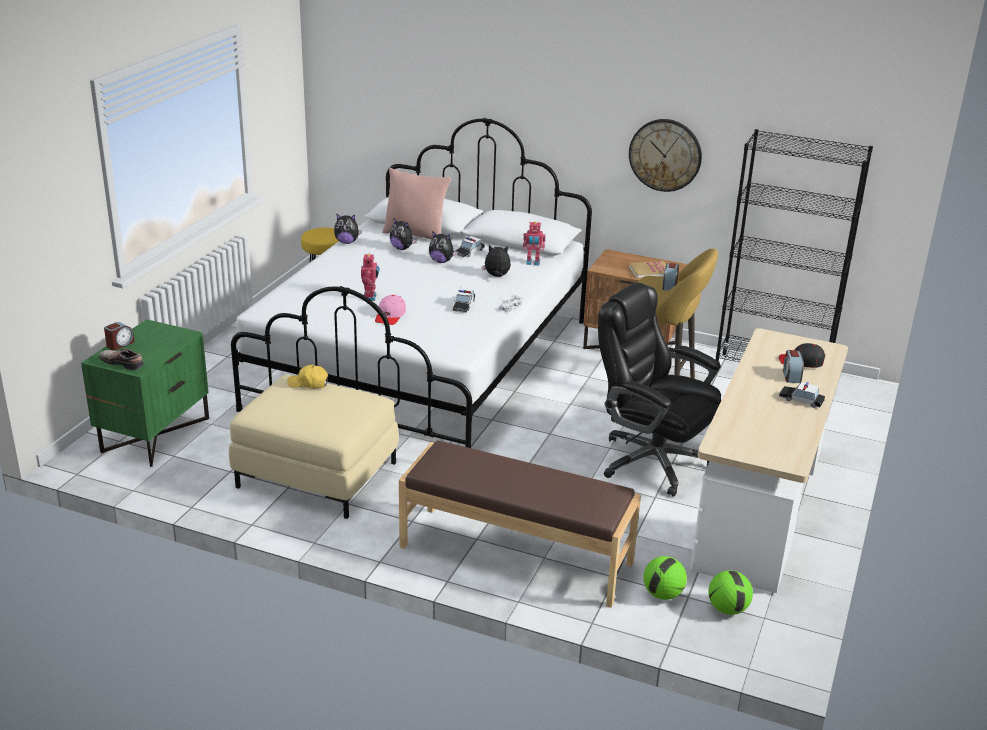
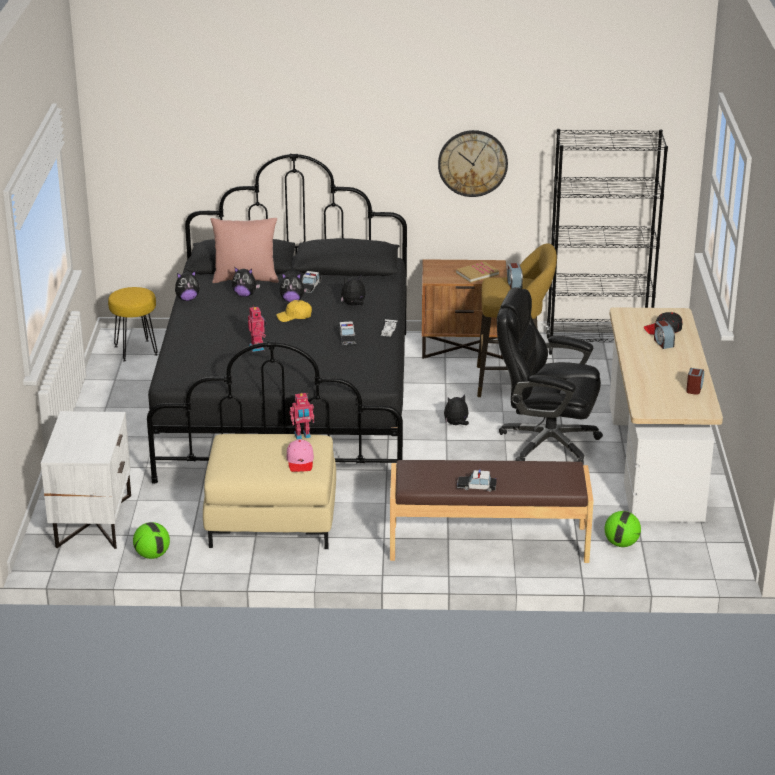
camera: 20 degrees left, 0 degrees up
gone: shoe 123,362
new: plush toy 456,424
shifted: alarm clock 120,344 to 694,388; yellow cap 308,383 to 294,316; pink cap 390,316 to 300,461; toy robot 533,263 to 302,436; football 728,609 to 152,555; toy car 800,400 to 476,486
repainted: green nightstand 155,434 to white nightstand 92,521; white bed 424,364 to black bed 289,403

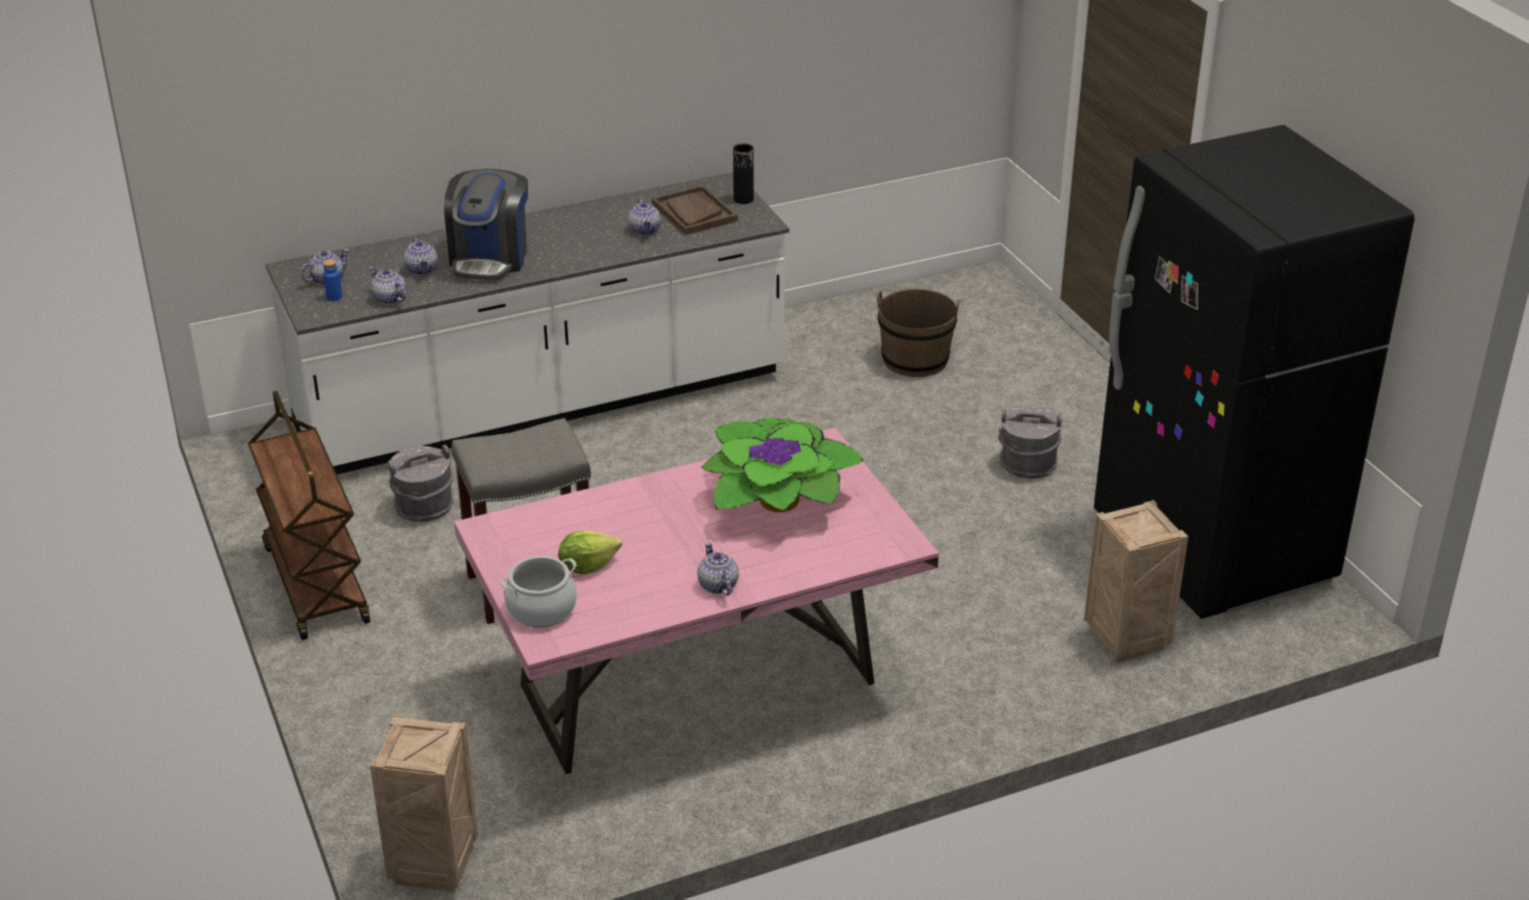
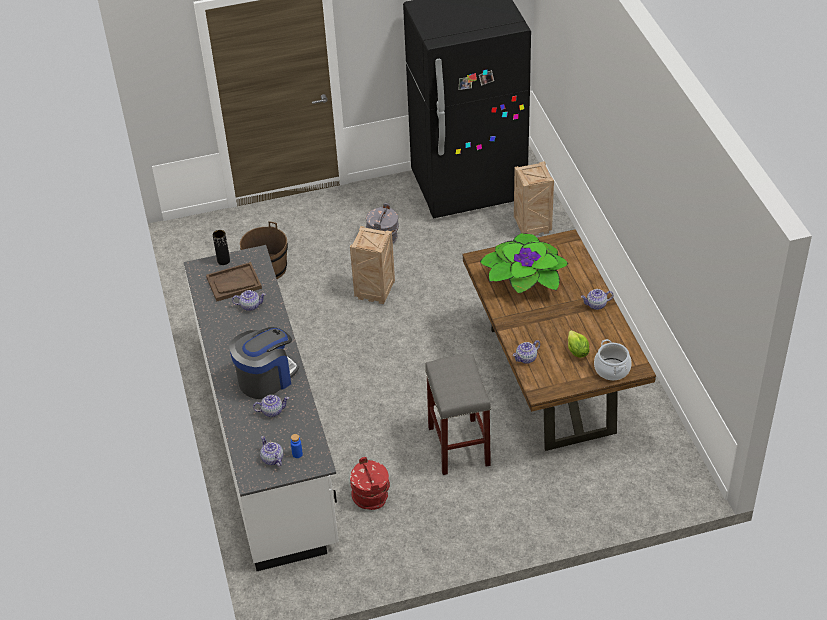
camera: 80 degrees left, 10 degrees up
gone: brown cart 315,584
shifted: teapot 389,299 to 526,358; crate 433,863 to 374,292
repainted: grey bucket 424,507 to red bucket 371,496; pink dining table 699,684 to brown dining table 550,379
rotated: coffee machine 490,258 = 266,378 60 degrees counterclockwise

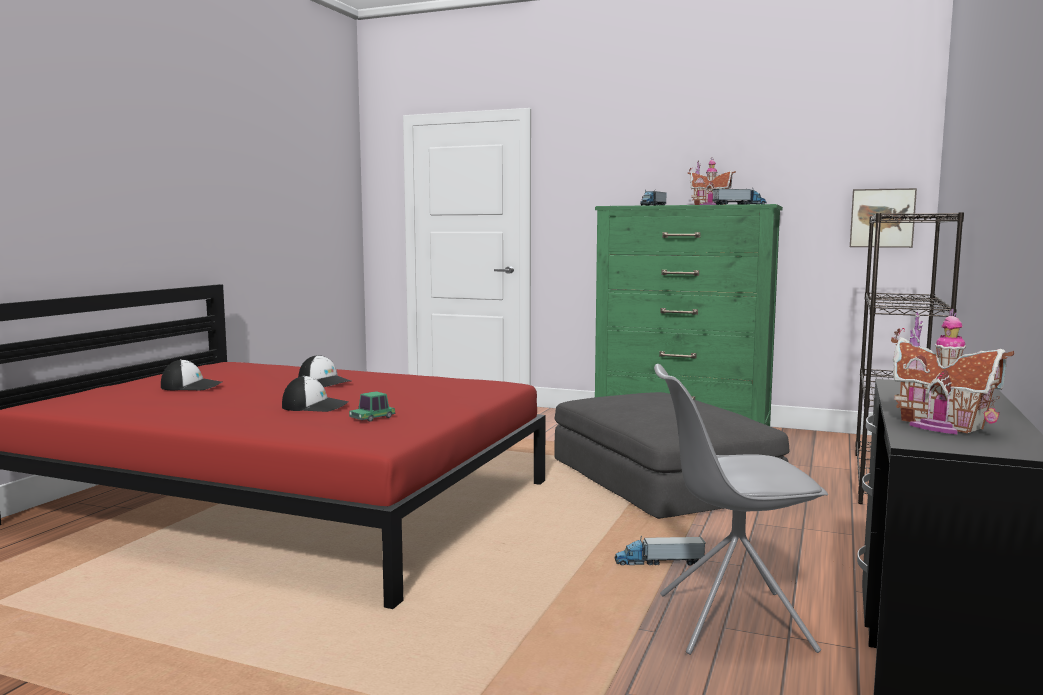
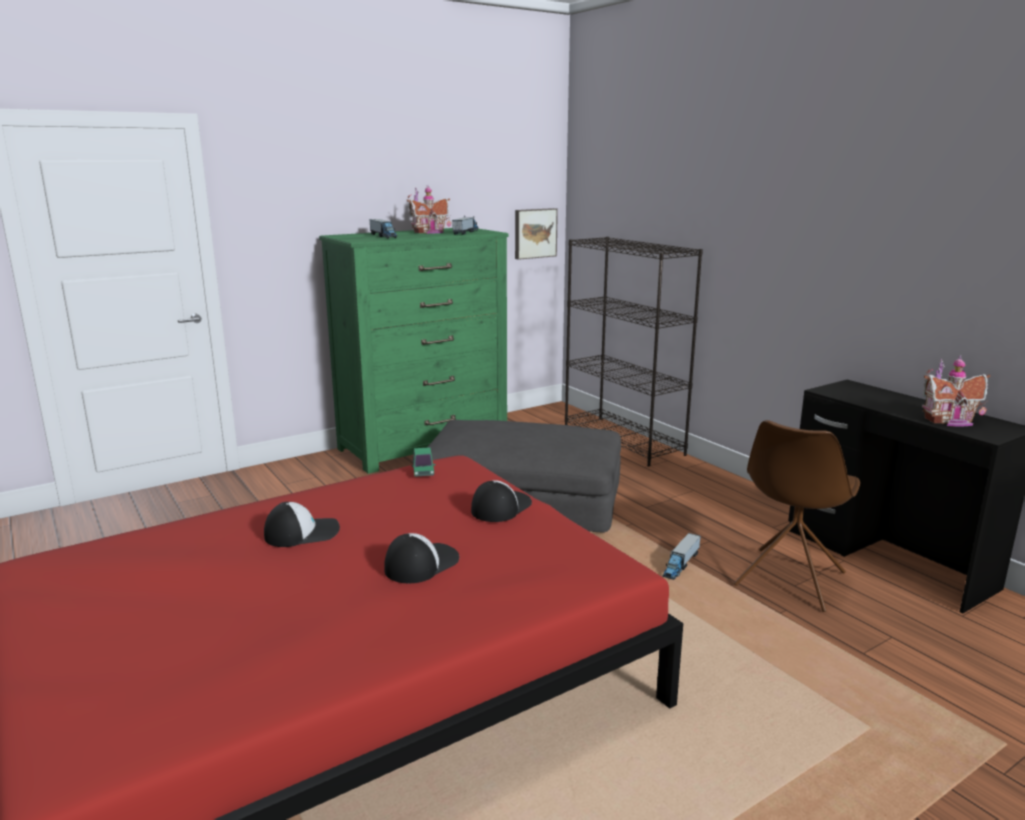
camera: 55 degrees left, 10 degrees up
shifted: cap 192,386 to 500,507; toy car 372,418 to 423,471
repainted: grey chair 730,622 to brown chair 789,580

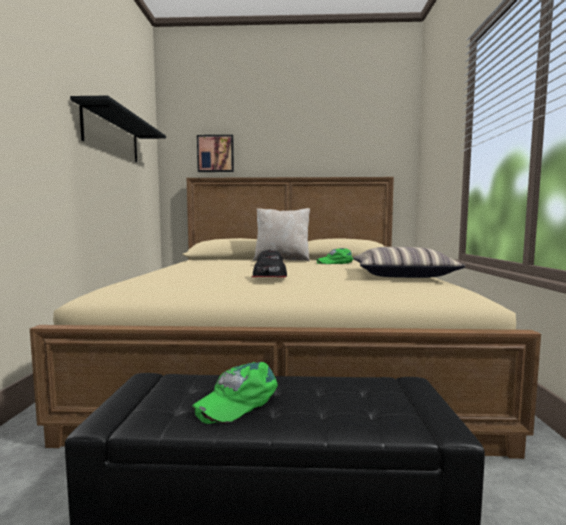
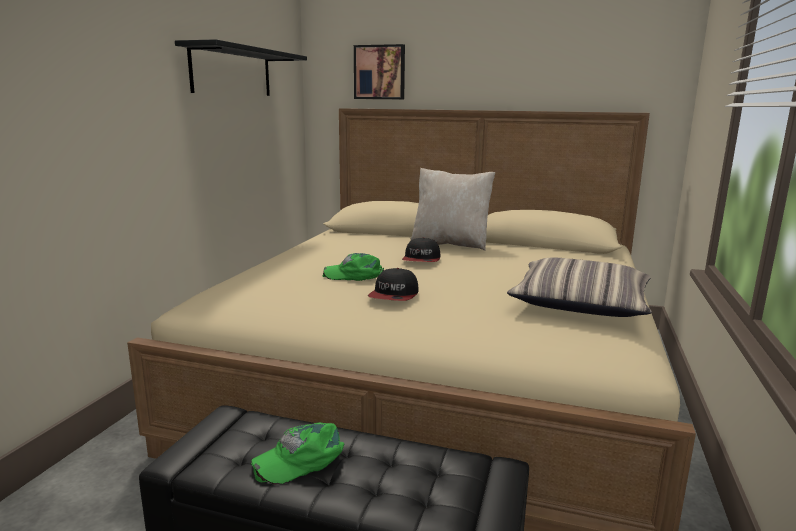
camera: 15 degrees right, 10 degrees up
shifted: green cap 335,262 to 354,275

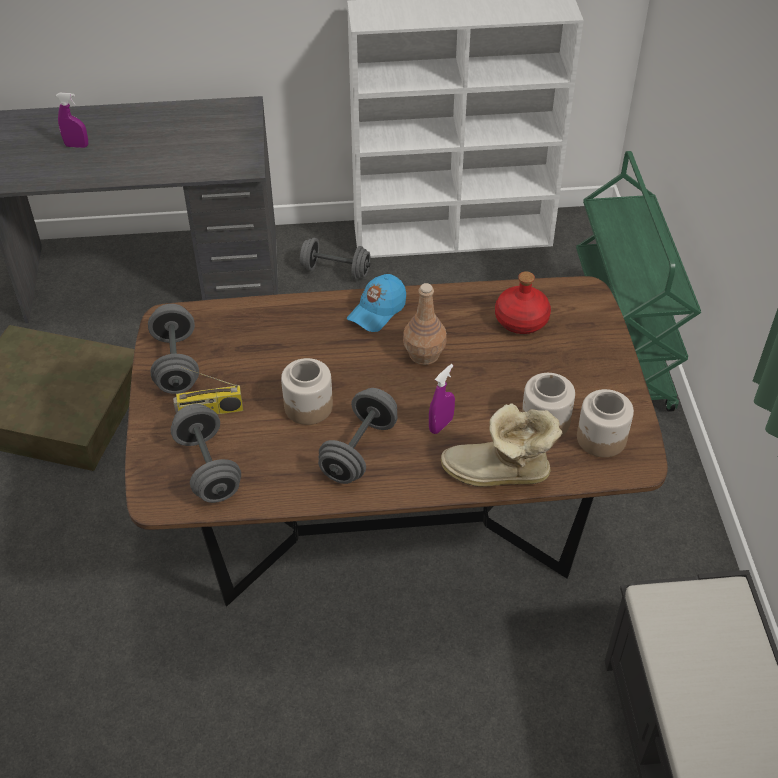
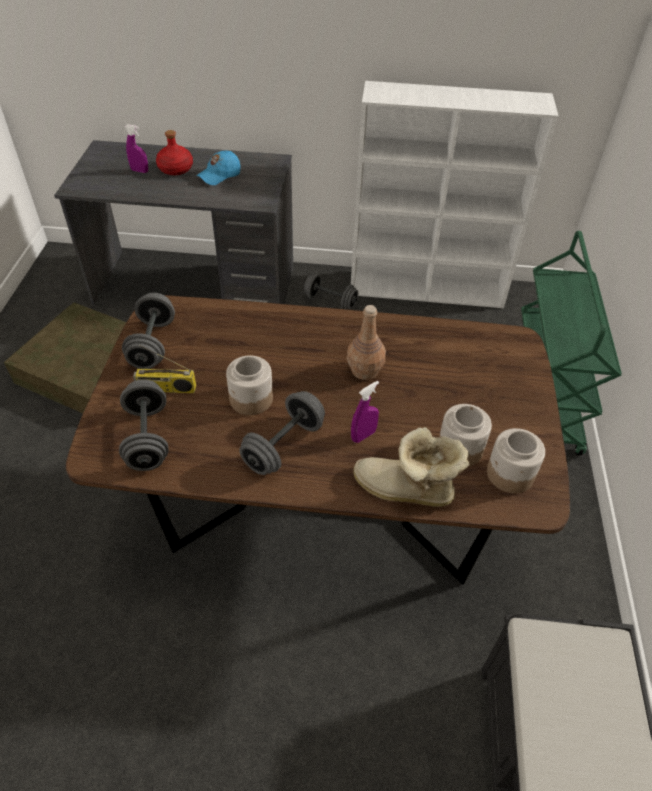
camera: 10 degrees right, 0 degrees up
shifted: blue cap 377,311 to 219,175; red bottle 521,319 to 176,169

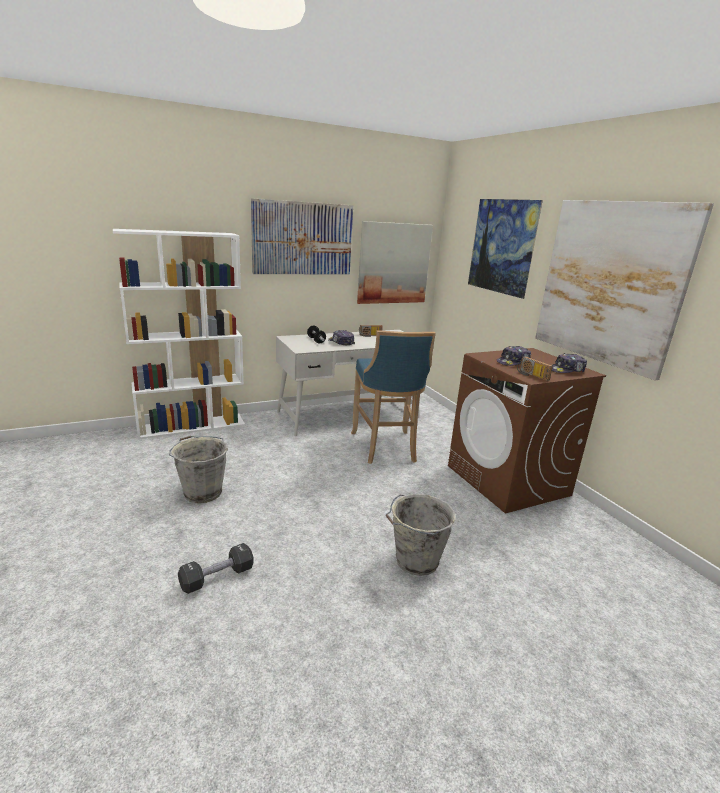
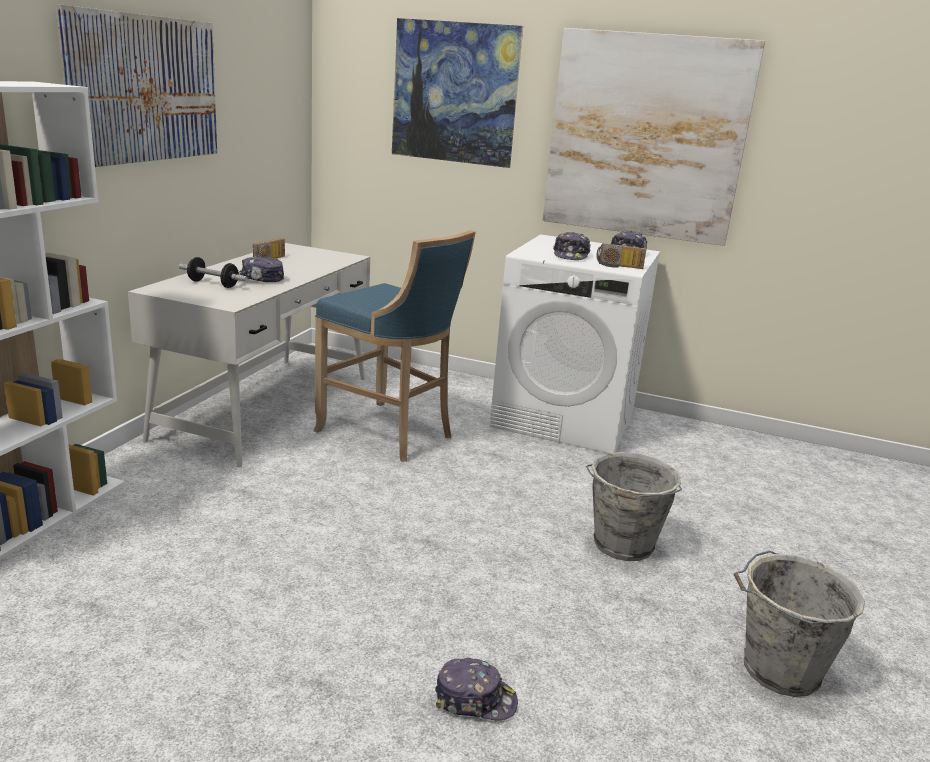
camera: 45 degrees left, 0 degrees up
gone: picture 393,263
shifted: grey bucket 202,492 to 777,670
swapped: black dumbbell 217,577 to cap 475,699
repainted: brown washing machine 508,480 to white washing machine 565,419

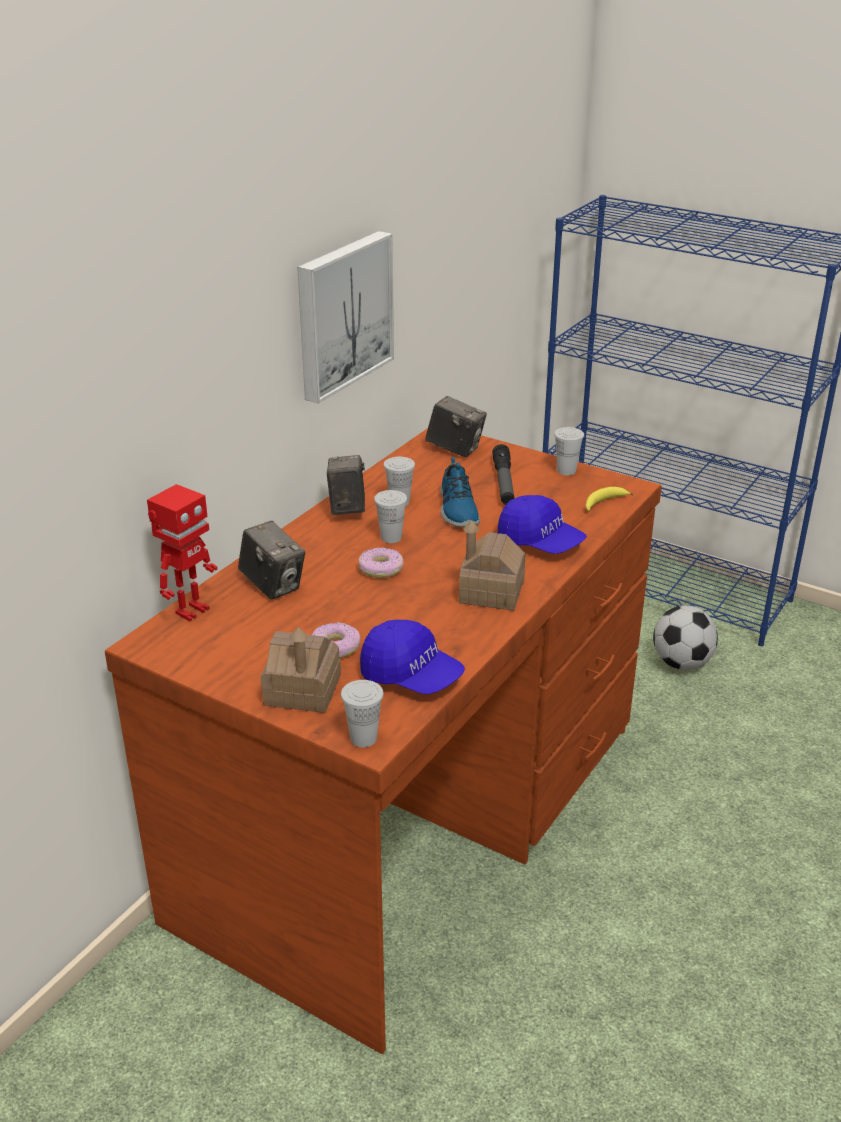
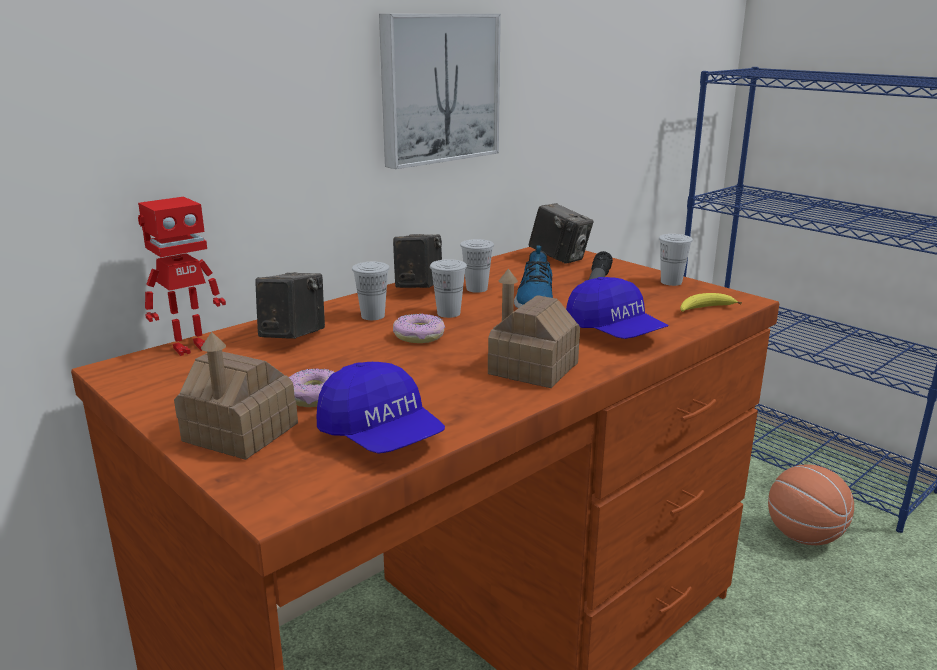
camera: 15 degrees right, 10 degrees down
shifted: white cup 363,738 to 373,316
swapped: football 681,663 to basketball 803,536
rotated: photo camera 273,585 = 293,337 135 degrees counterclockwise

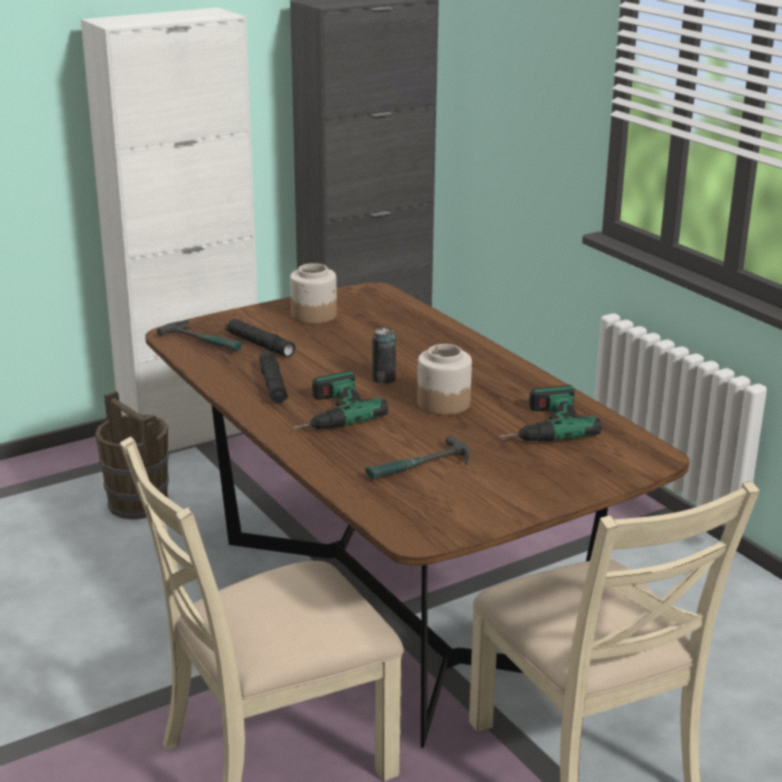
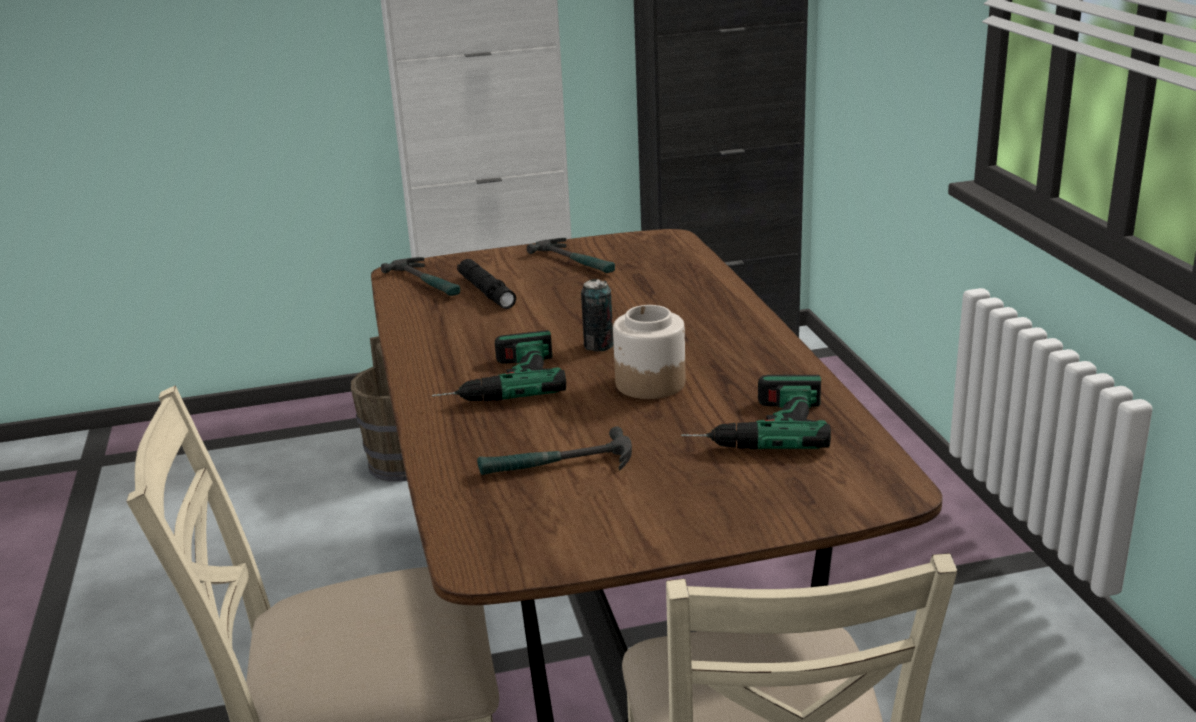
camera: 20 degrees right, 0 degrees up
gone: black flashlight 273,385
swapped: jar 314,315 to hammer 576,262

